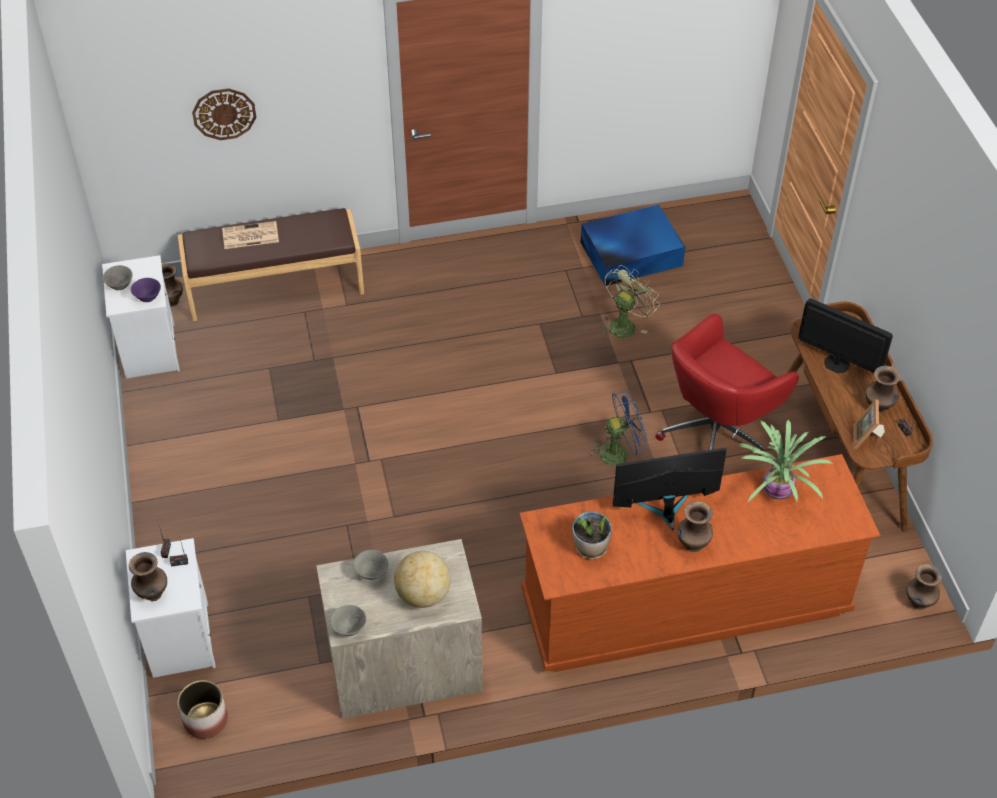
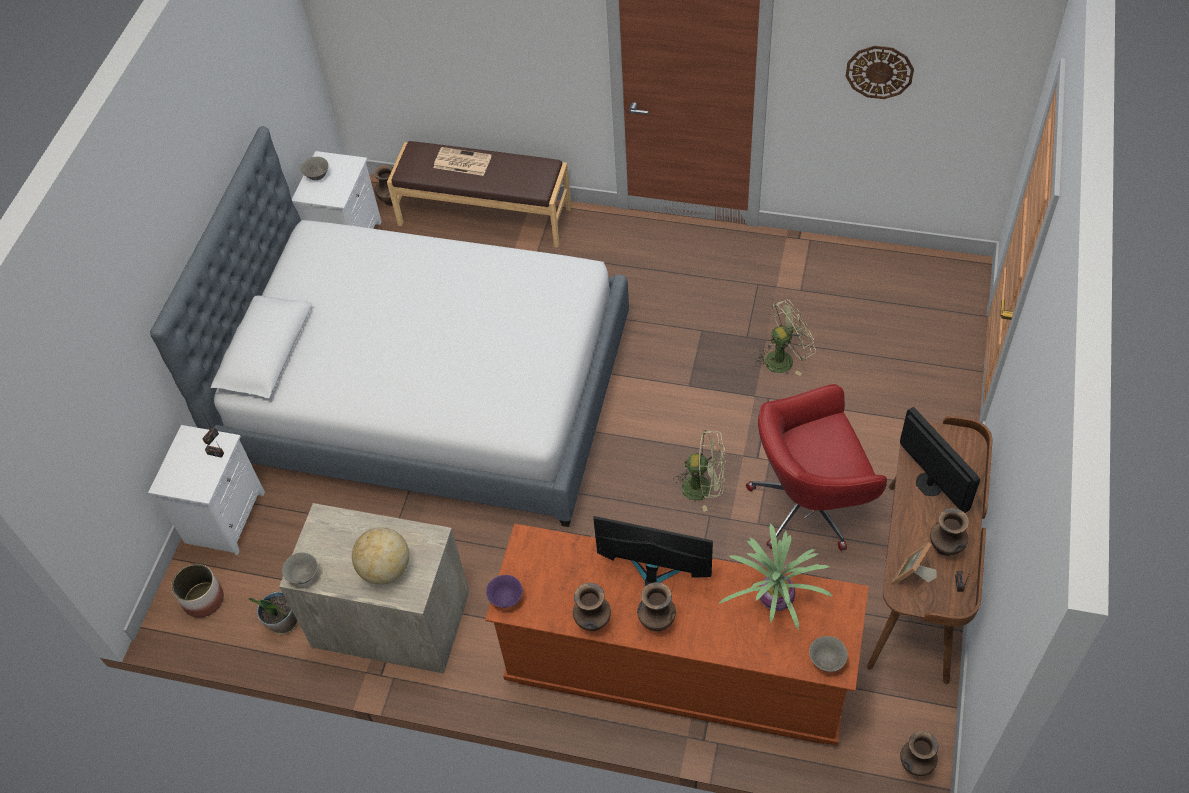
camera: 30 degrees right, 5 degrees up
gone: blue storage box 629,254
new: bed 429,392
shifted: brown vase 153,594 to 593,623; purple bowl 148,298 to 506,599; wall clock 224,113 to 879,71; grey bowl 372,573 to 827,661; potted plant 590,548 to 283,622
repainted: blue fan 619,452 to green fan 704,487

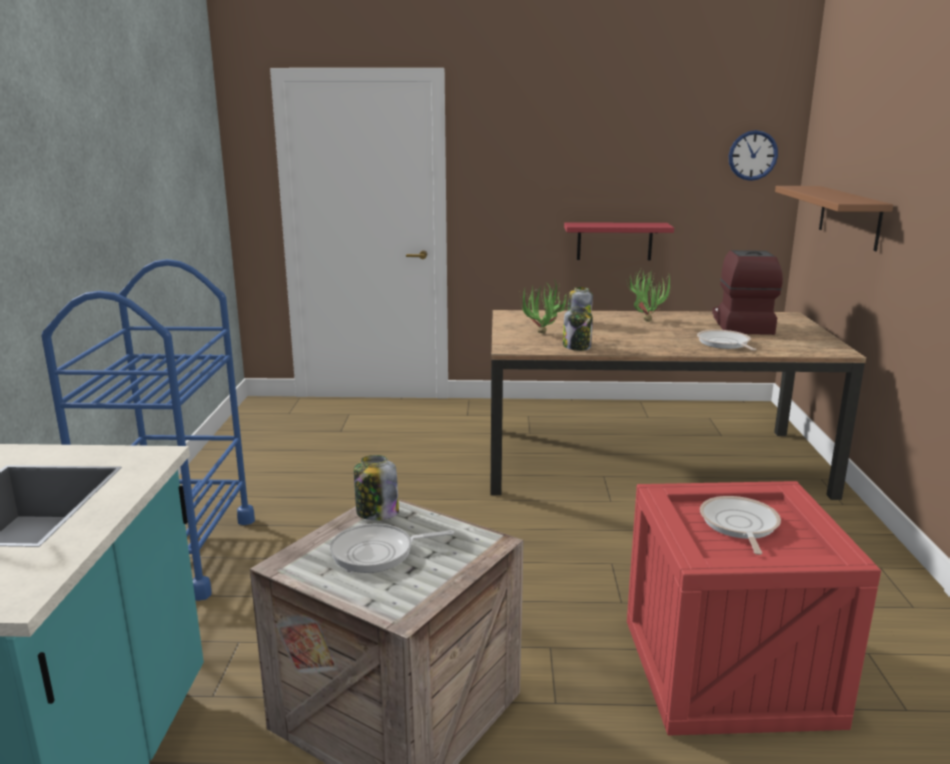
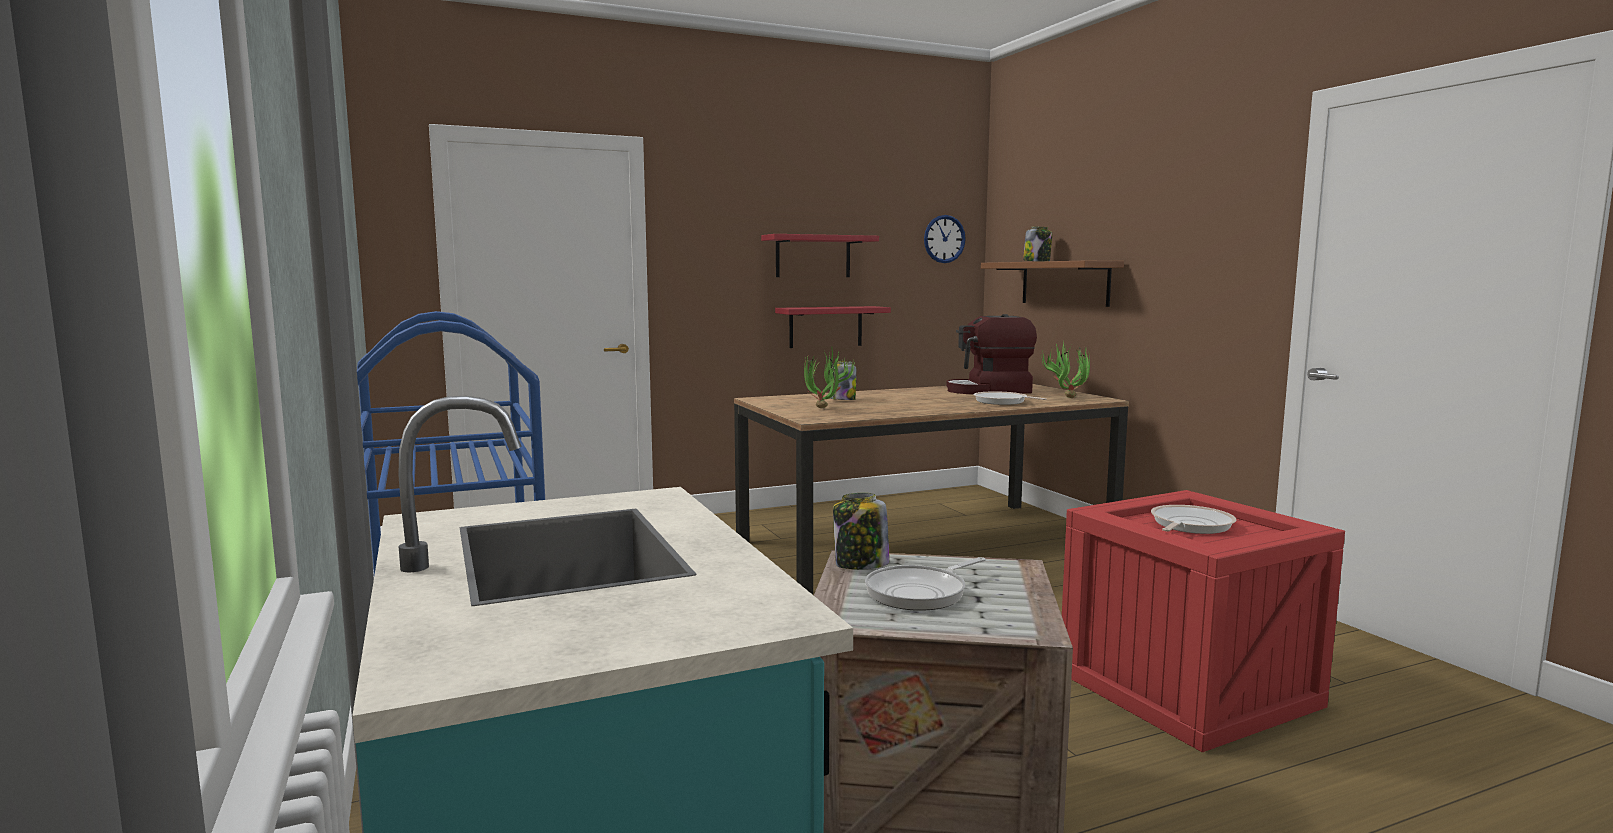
camera: 25 degrees left, 10 degrees down
new: red shelf 813,256
shifted: jar 577,347 to 1037,261; potted plant 646,319 to 1065,397
rotated: frying pan 739,525 = 1189,525 60 degrees clockwise; coffee machine 740,324 = 989,391 75 degrees counterclockwise

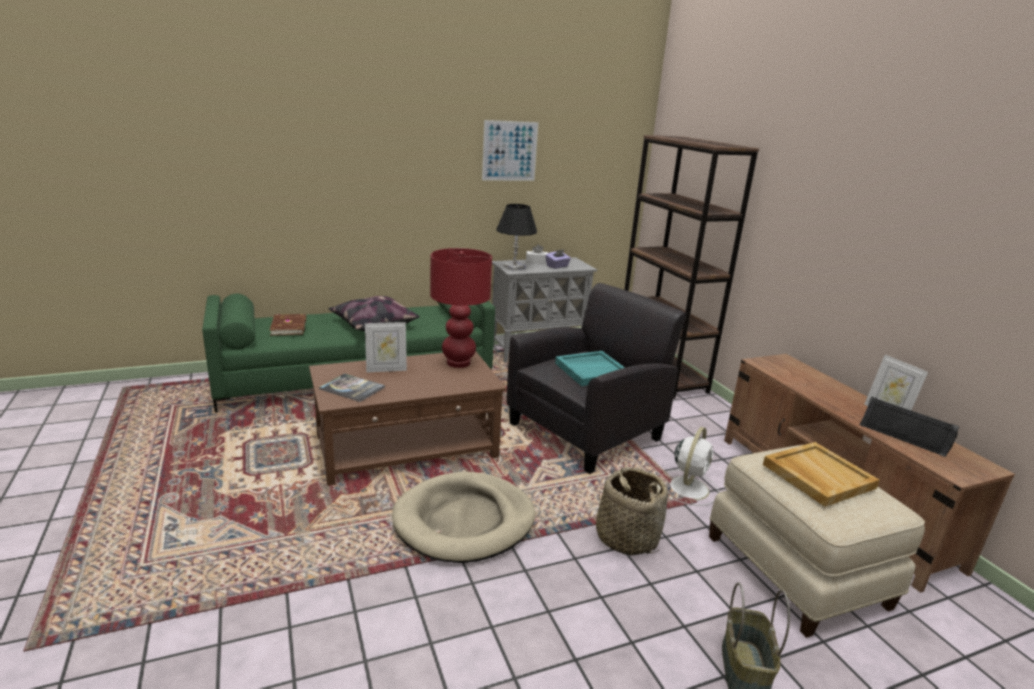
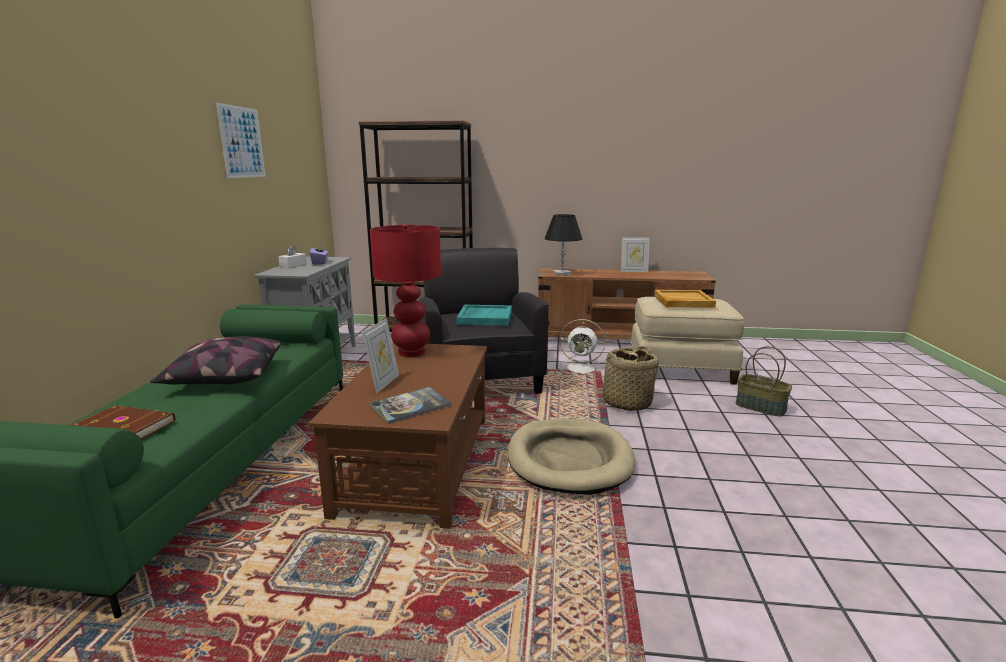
camera: 60 degrees left, 5 degrees down
gone: black speaker 905,434
shifted: black table lamp 514,267 to 562,273
rotated: white fan 689,487 = 582,368 135 degrees clockwise

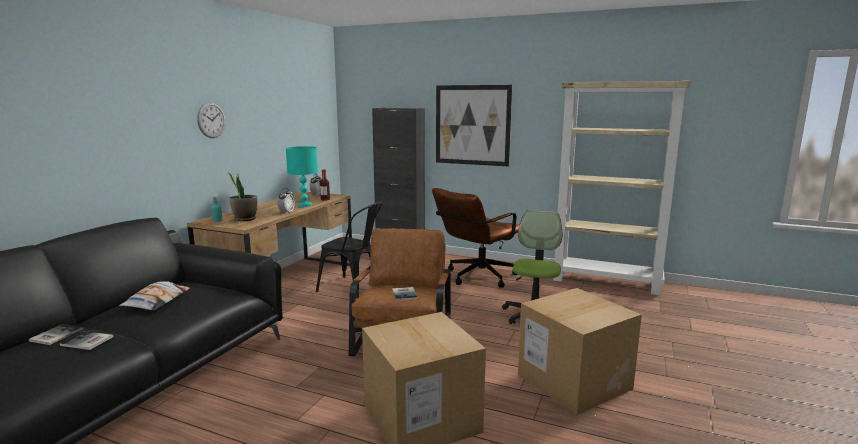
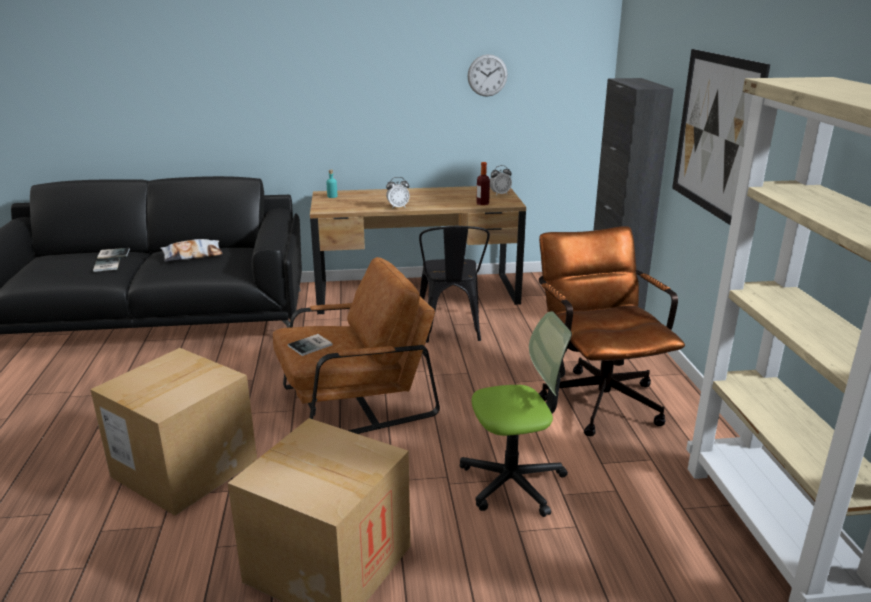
camera: 60 degrees right, 10 degrees up
gone: potted plant 245,219; turquoise table lamp 305,205
shifted: wall clock 211,120 to 487,75
rotated: brown office chair 476,277 = 597,396 60 degrees clockwise

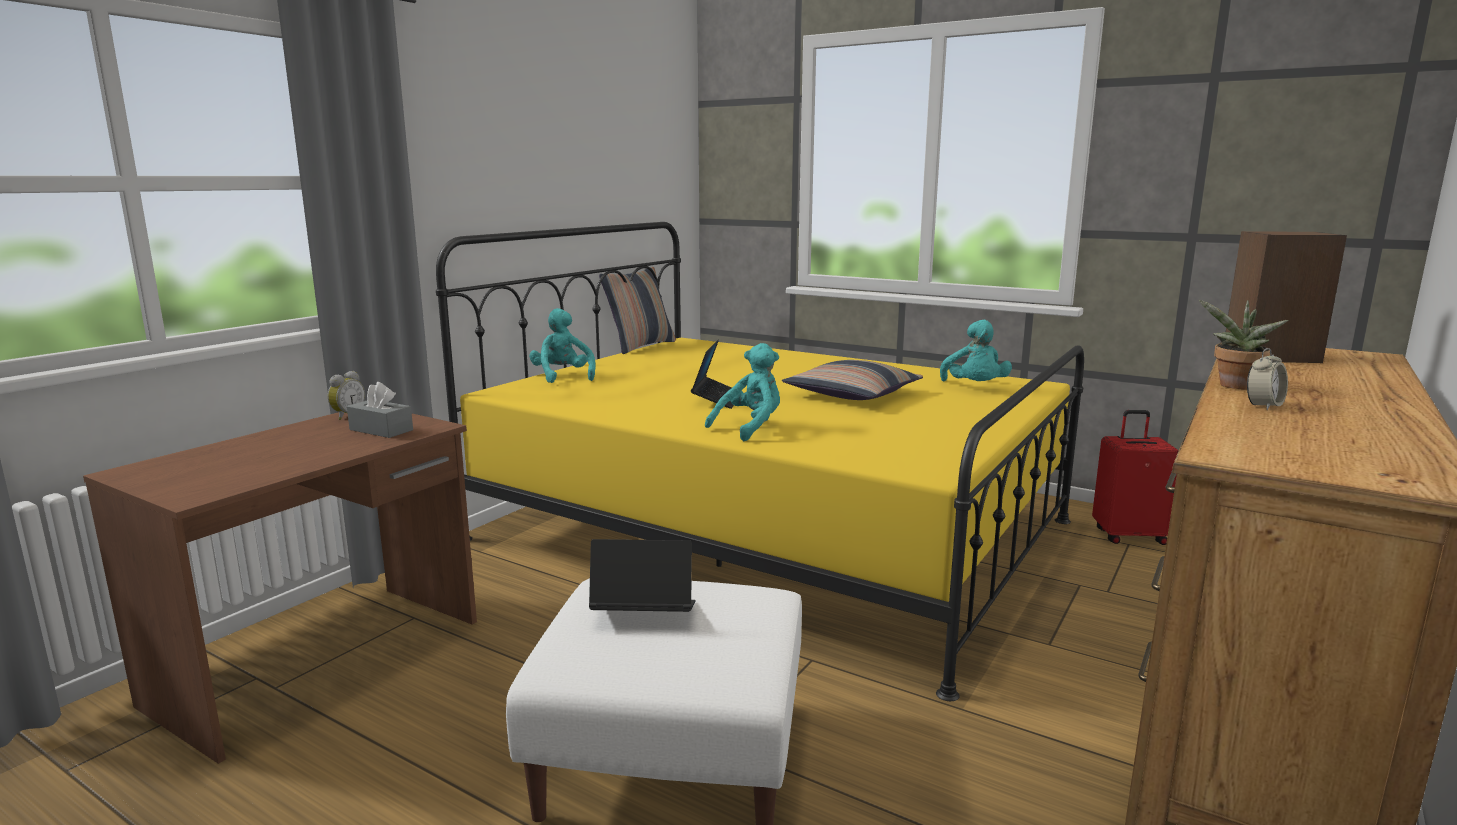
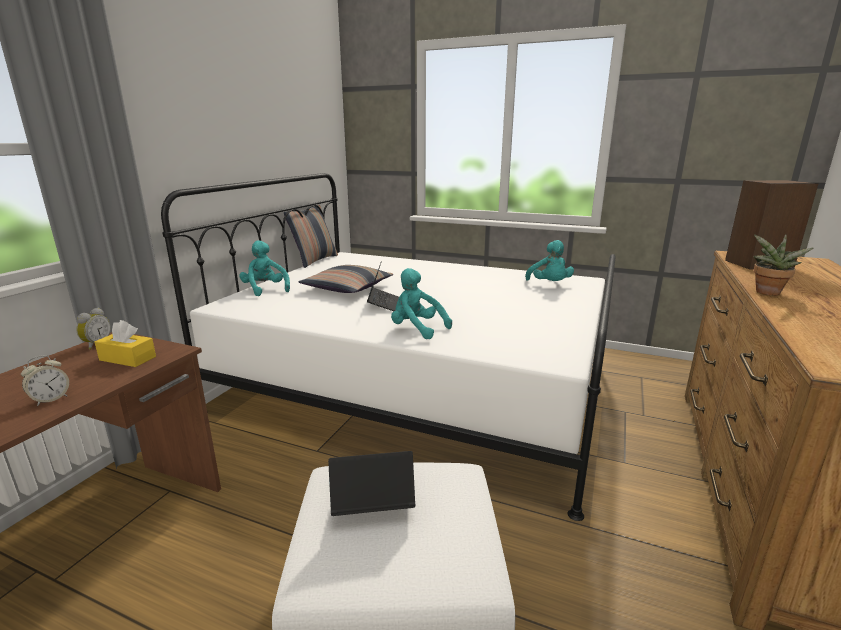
camera: 10 degrees left, 5 degrees up
gone: red suitcase 1128,536
shifted: pillow 852,394 to 347,288; alarm clock 1263,406 to 50,399
repainted: grey tissue box 381,430 to yellow tissue box 128,358; yellow bed 771,530 to white bed 418,385
rotated: turquoise plush toy 750,428 = 417,329 90 degrees counterclockwise

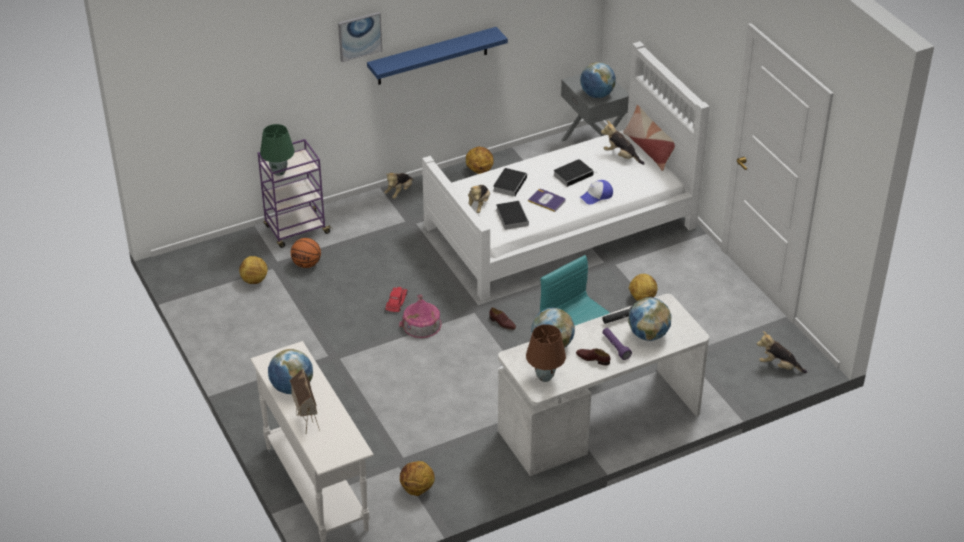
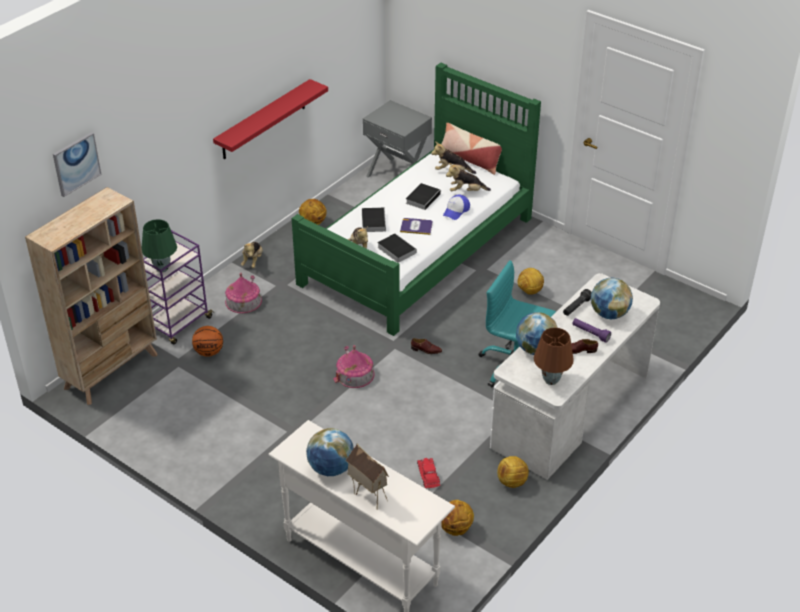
camera: 25 degrees left, 0 degrees up
gone: globe 597,95
new: beige bookcase 112,371; toy house 243,301
shifted: football 254,280 to 511,482; picture 359,36 to 76,163; red toy car 396,302 to 428,475; plush toy 779,366 to 466,191
repainted: blue shelf 432,56 to red shelf 263,120; white bed 561,226 to green bed 418,250

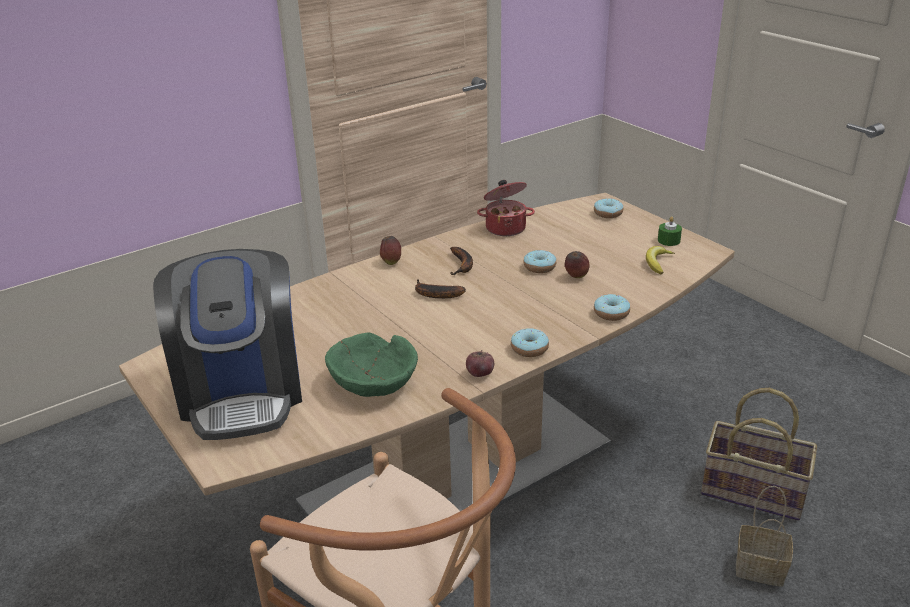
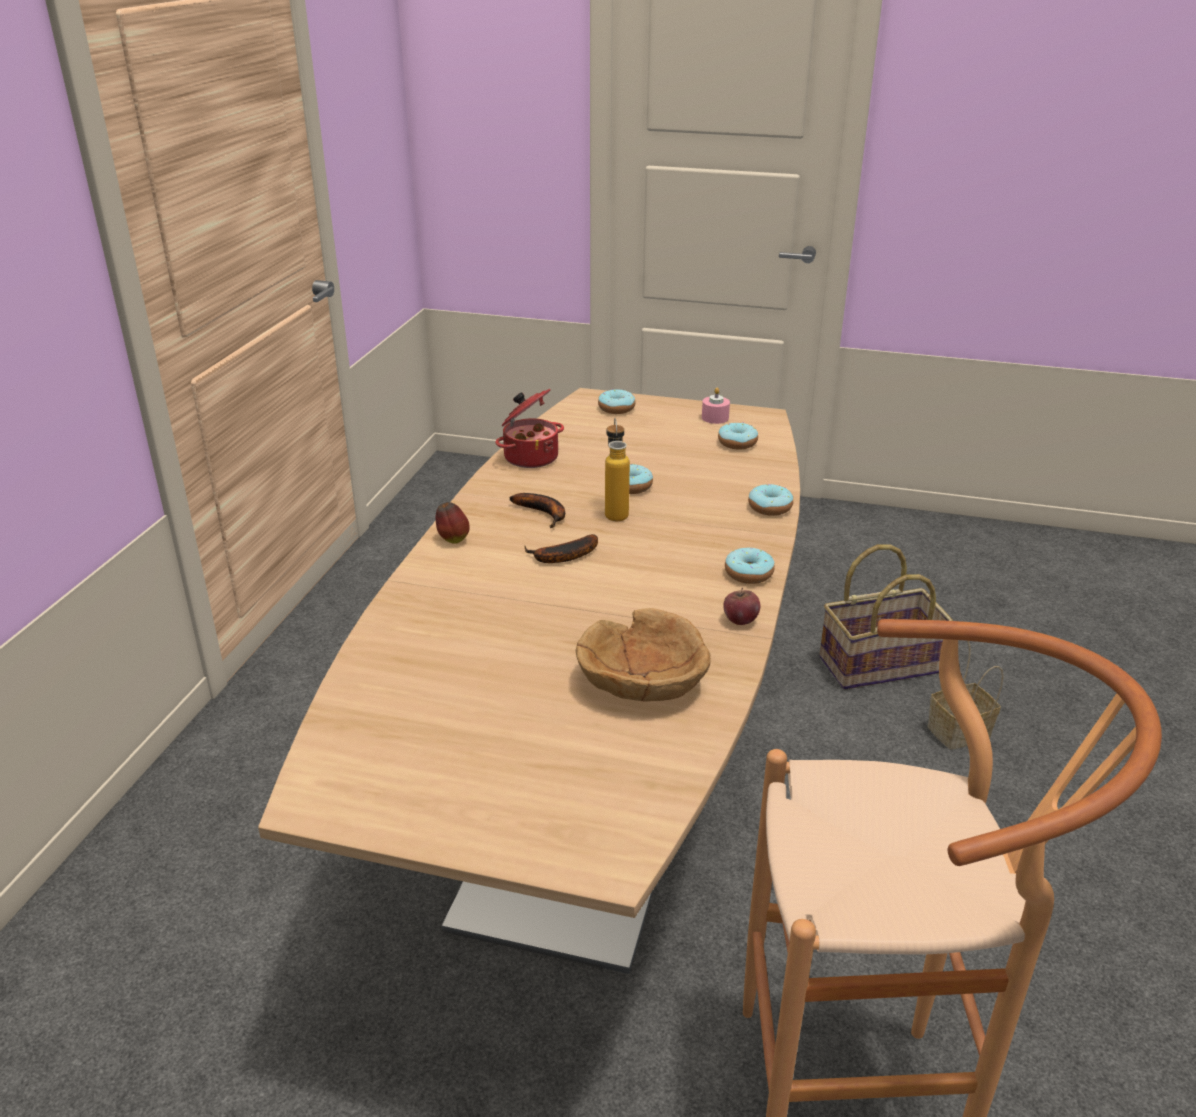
camera: 40 degrees left, 0 degrees up
gone: coffee machine 242,392; apple 576,277
new: bottle 615,511
swapped: banana 657,263 to donut 737,443
repainted: green bowl 373,383 to brown bowl 644,682; green candle 668,240 to pink candle 715,418

